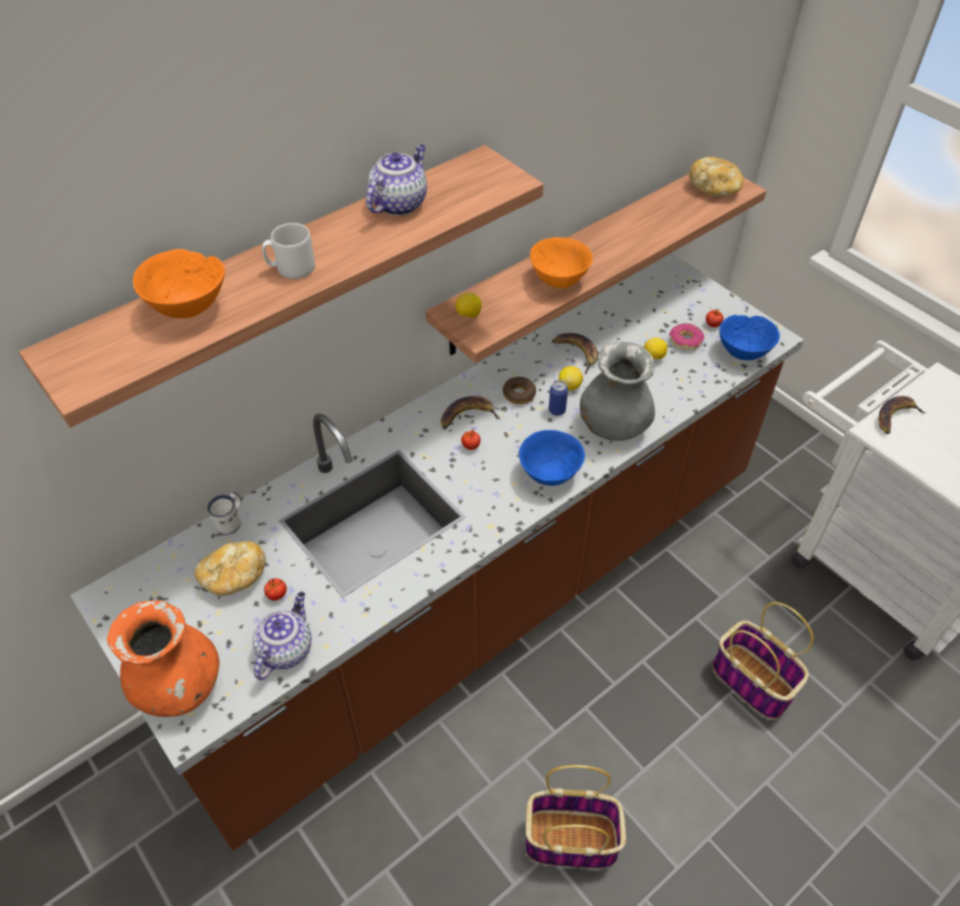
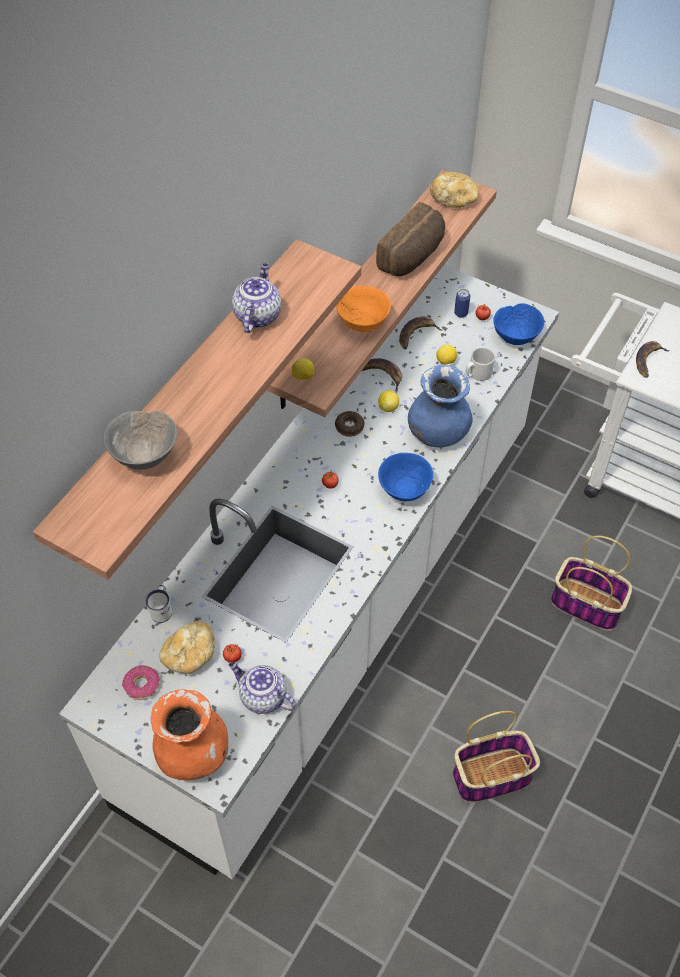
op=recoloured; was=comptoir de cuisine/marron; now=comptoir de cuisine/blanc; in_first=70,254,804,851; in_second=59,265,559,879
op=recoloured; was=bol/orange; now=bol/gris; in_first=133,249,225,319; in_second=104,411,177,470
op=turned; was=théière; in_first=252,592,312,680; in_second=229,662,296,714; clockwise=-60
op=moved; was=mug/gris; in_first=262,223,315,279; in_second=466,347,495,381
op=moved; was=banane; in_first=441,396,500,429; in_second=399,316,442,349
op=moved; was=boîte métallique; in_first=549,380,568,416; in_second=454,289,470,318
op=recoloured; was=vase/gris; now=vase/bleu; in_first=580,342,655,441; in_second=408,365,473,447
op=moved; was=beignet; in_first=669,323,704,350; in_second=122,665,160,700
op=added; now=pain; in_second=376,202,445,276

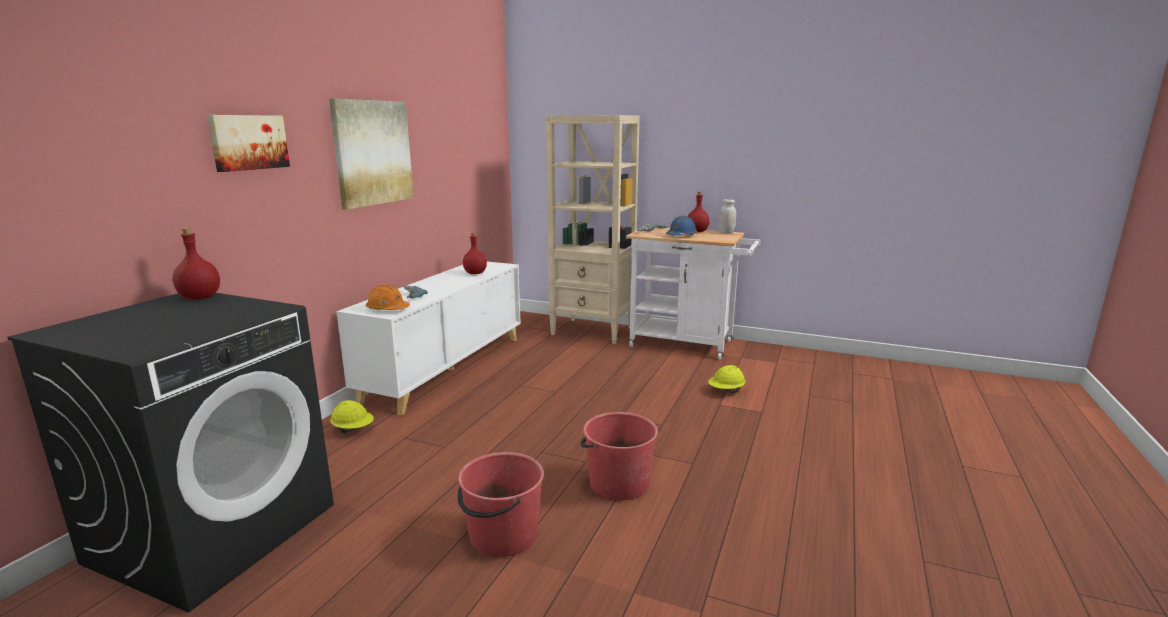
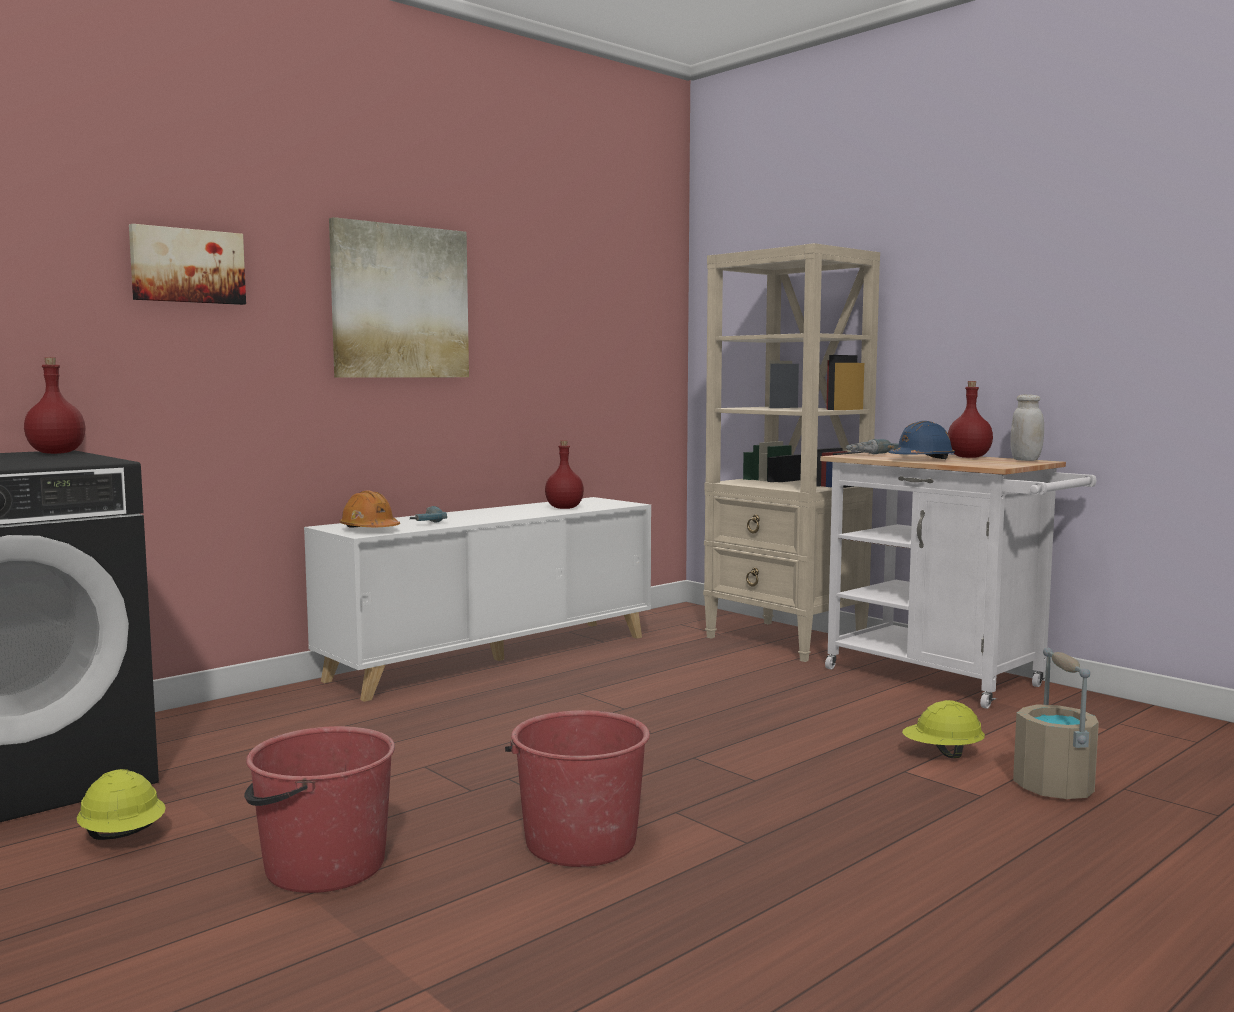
op=moved; was=casque de chantier/jaune; in_first=330,400,374,433; in_second=77,769,166,840
op=added; now=seau/beige; in_second=1013,647,1099,799

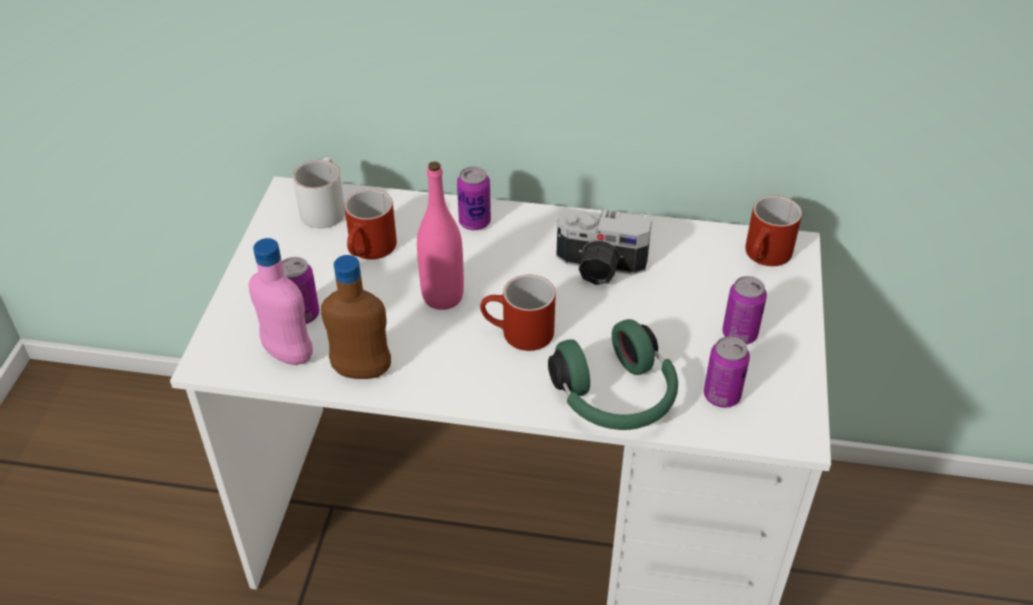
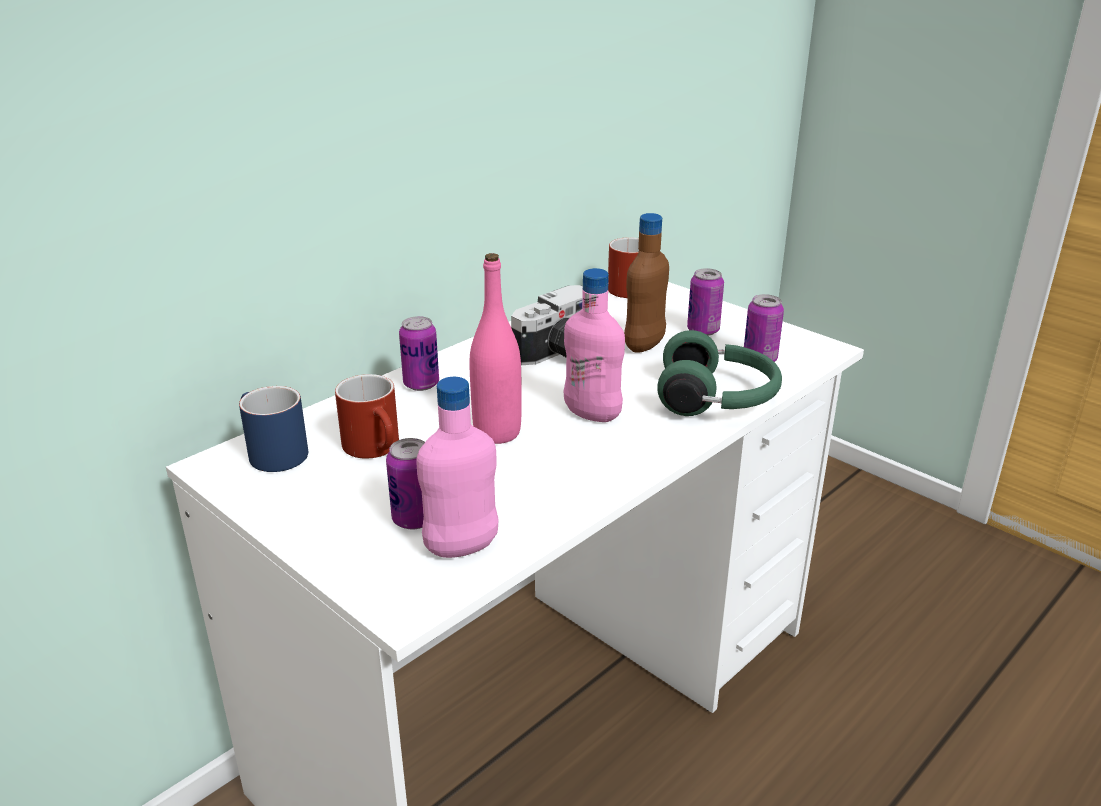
op=recoloured; was=mug/blanc; now=mug/bleu; in_first=293,157,345,228; in_second=239,386,308,472
op=moved; was=bouteille/marron; in_first=321,255,391,379; in_second=624,213,669,353
op=replaced; was=mug/rouge; now=bouteille/rose; in_first=480,275,556,351; in_second=563,268,625,422

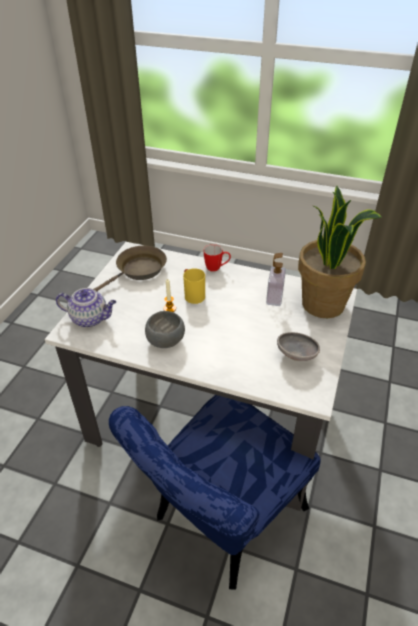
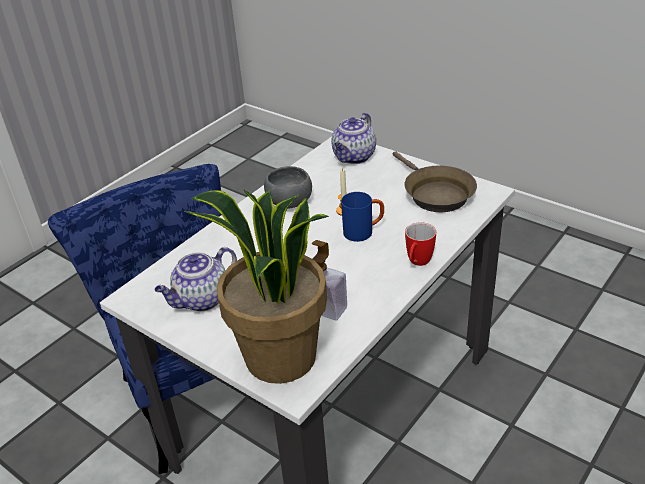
op=recoloured; was=mug/jaune; now=mug/bleu; in_first=183,269,205,304; in_second=341,192,384,242
op=replaced; was=bol/gris; now=théière; in_first=277,332,320,361; in_second=154,247,237,311

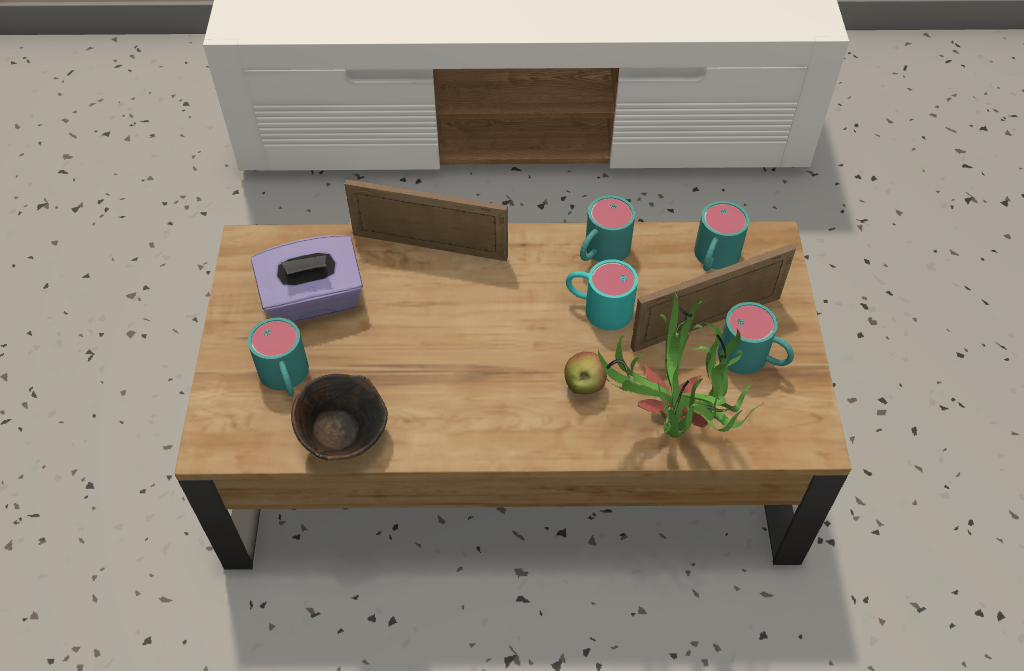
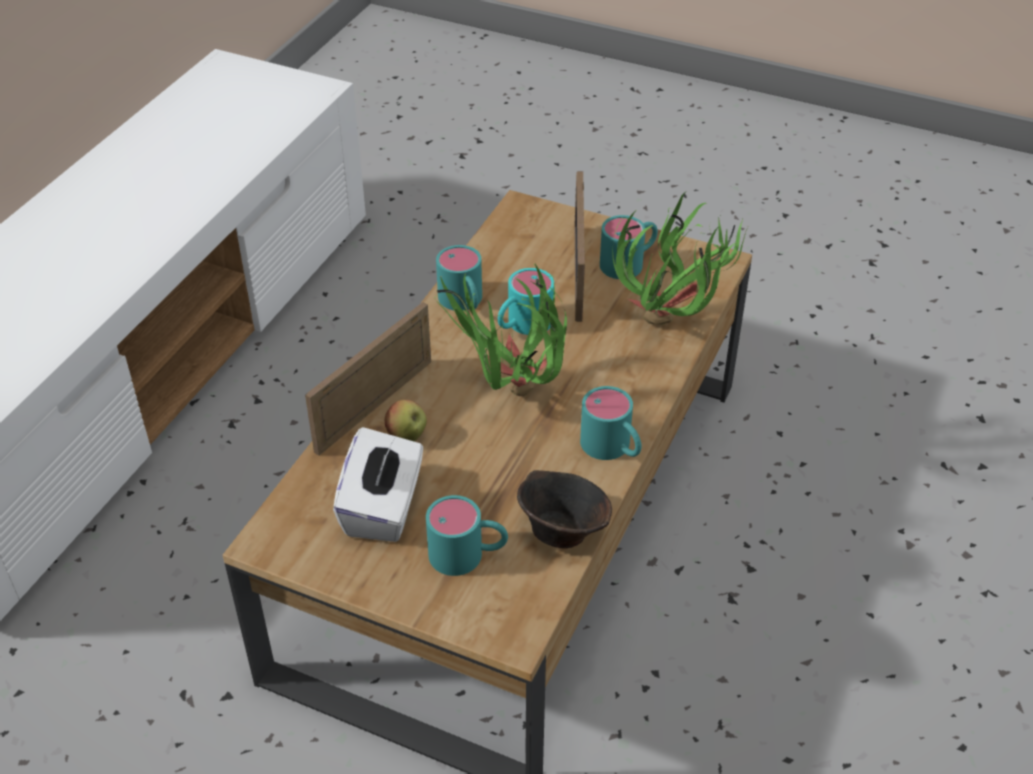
op=recoloured; was=boîte à mouchoirs/violet; now=boîte à mouchoirs/blanc; in_first=251,235,363,323; in_second=333,427,423,542
op=moved; was=pomme; in_first=565,352,607,394; in_second=385,400,427,442
op=moved; was=mug/turquoise; in_first=694,201,749,271; in_second=580,386,641,460
op=added; now=plante en pot; in_second=434,264,567,396

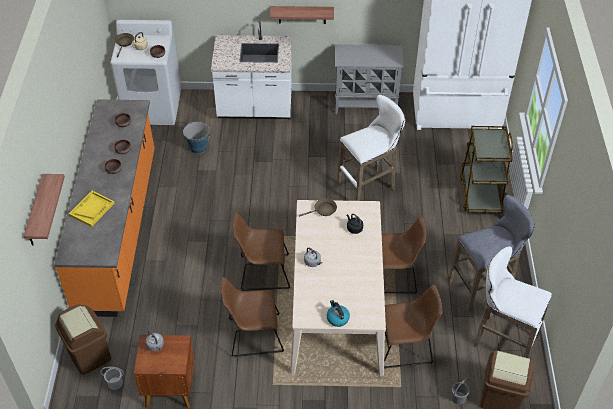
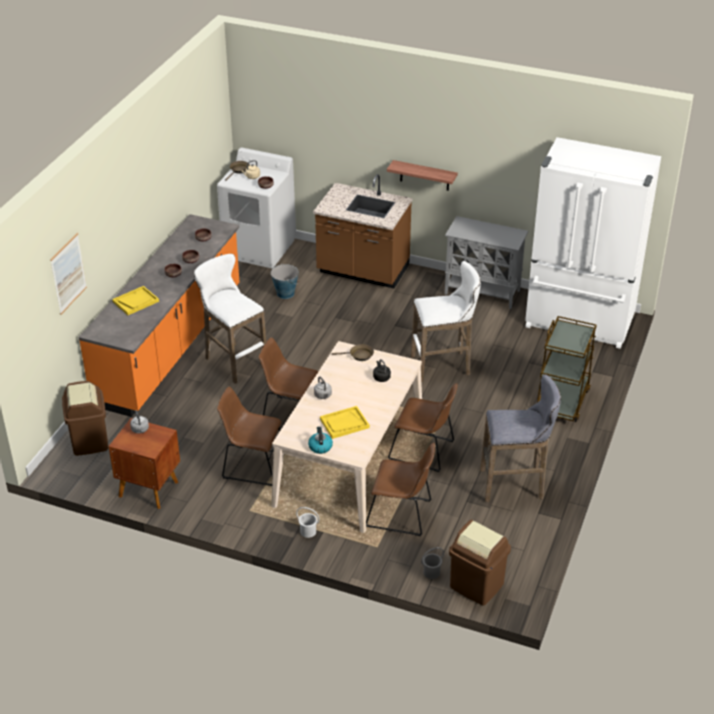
op=replaced; was=étagère; now=tableau; in_first=23,174,65,246; in_second=50,233,87,315
op=moved; was=seau/blanc; in_first=100,367,124,390; in_second=296,507,319,538
op=recoloured; was=comptoir de cuisine/blanc; now=comptoir de cuisine/marron; in_first=211,22,292,119; in_second=313,174,412,288
op=moved; was=tabouret/blanc; in_first=474,246,552,358; in_second=194,254,266,384
op=added; now=plateau/jaune; in_second=320,406,370,439

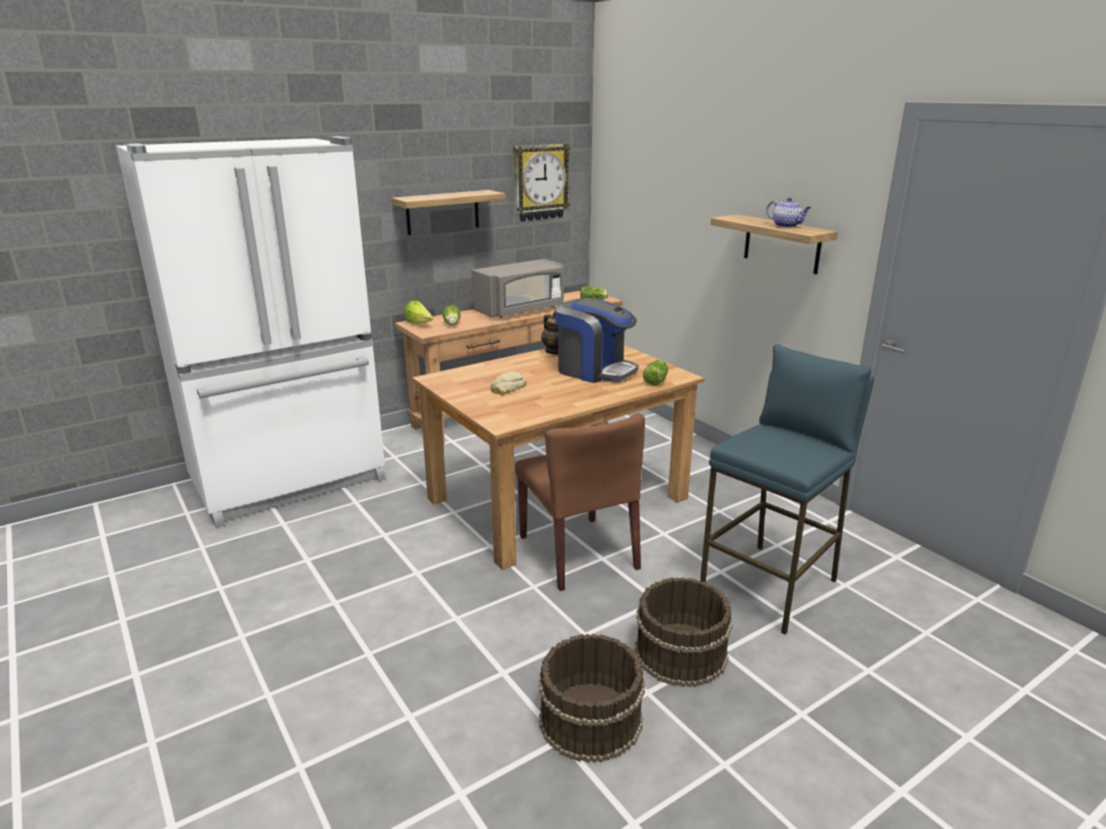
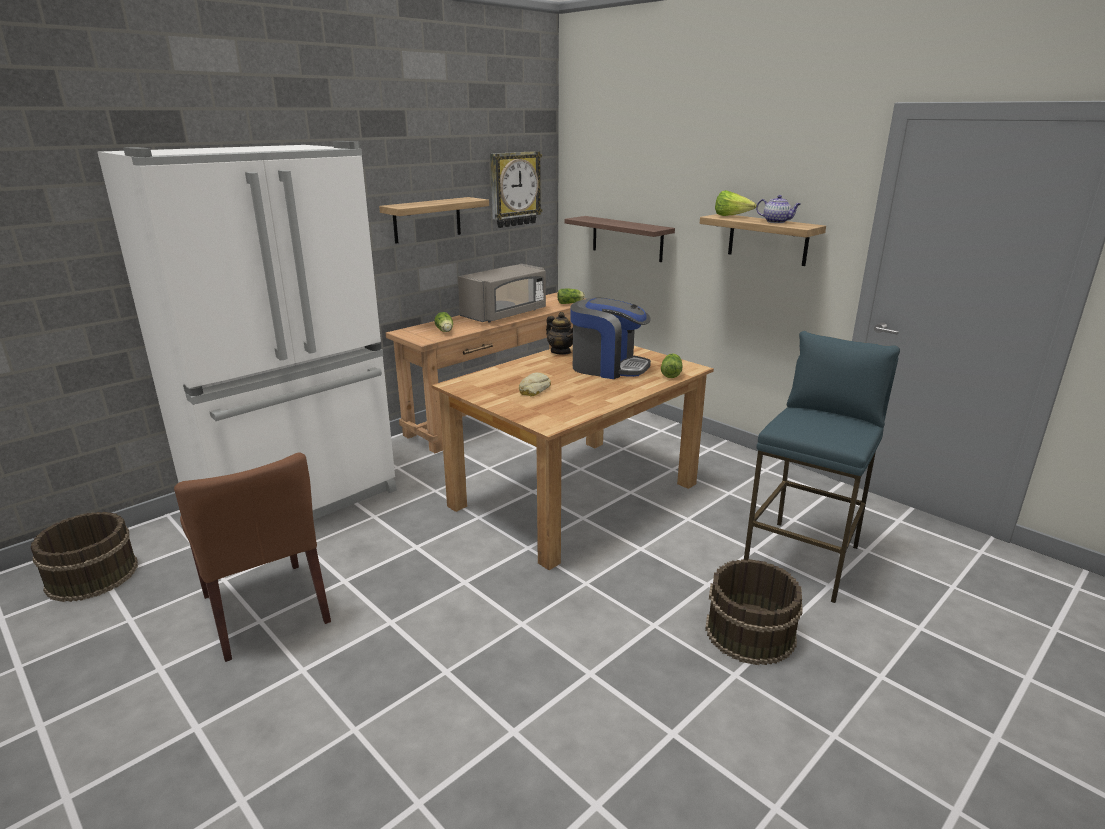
op=moved; was=laitue; in_first=405,301,434,324; in_second=715,190,757,216
op=moved; was=chaise/marron; in_first=515,413,645,591; in_second=174,453,331,662
op=moved; was=seau/marron; in_first=539,634,645,763; in_second=30,512,138,602
op=added; now=étagère; in_second=565,216,675,262

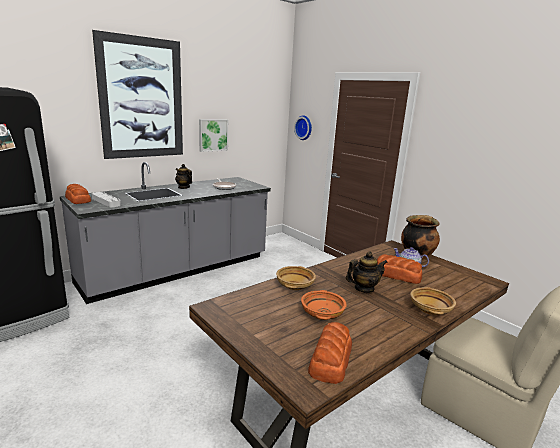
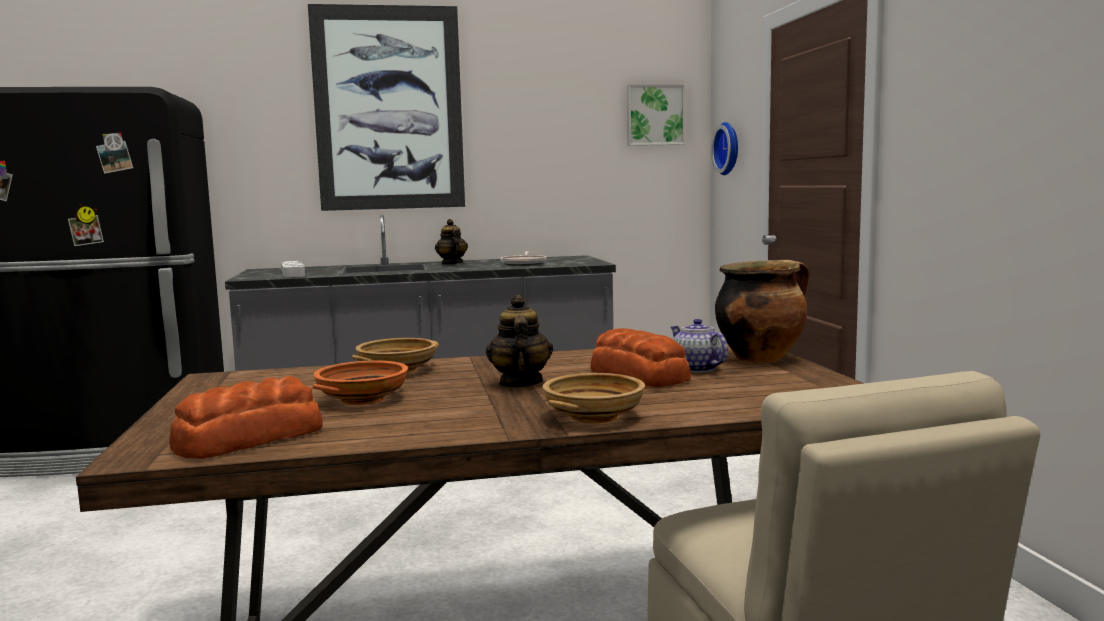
op=removed; was=pain; in_first=65,184,91,204
op=moved; was=tableau; in_first=199,119,228,152; in_second=627,85,685,146
op=turned; was=théière; in_first=346,252,387,293; in_second=486,295,553,388; clockwise=-105

